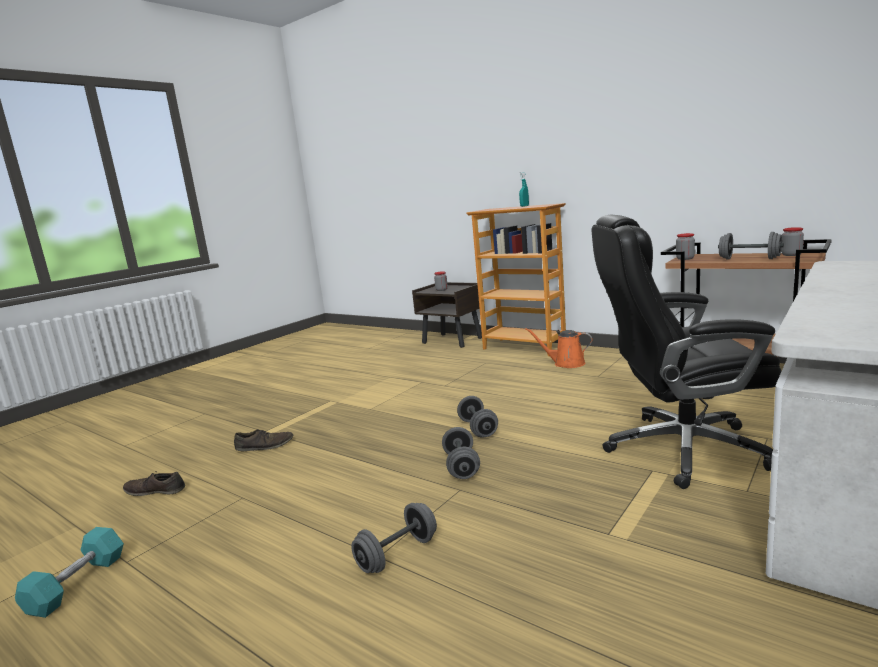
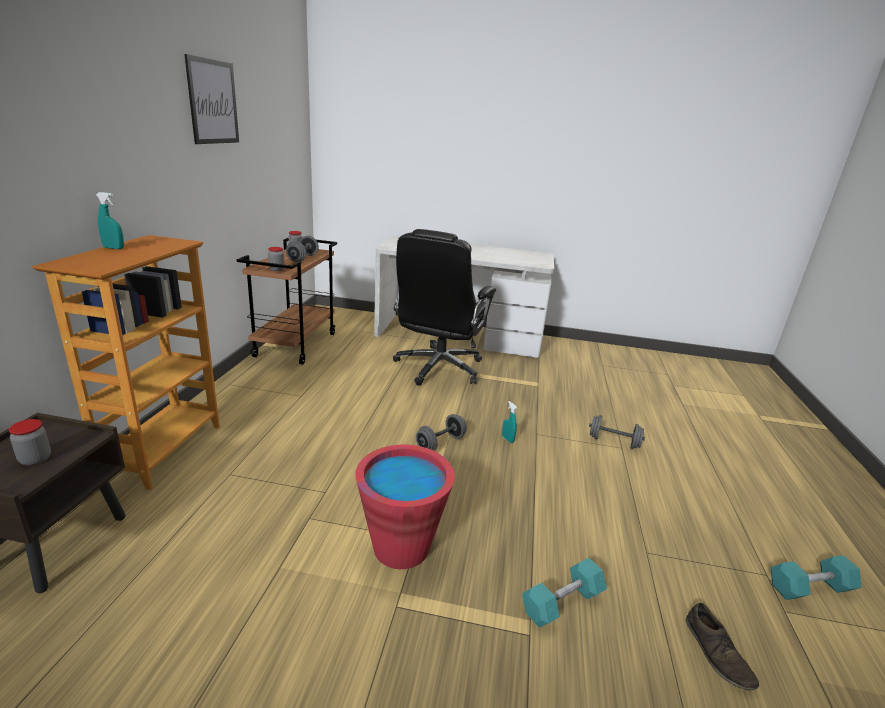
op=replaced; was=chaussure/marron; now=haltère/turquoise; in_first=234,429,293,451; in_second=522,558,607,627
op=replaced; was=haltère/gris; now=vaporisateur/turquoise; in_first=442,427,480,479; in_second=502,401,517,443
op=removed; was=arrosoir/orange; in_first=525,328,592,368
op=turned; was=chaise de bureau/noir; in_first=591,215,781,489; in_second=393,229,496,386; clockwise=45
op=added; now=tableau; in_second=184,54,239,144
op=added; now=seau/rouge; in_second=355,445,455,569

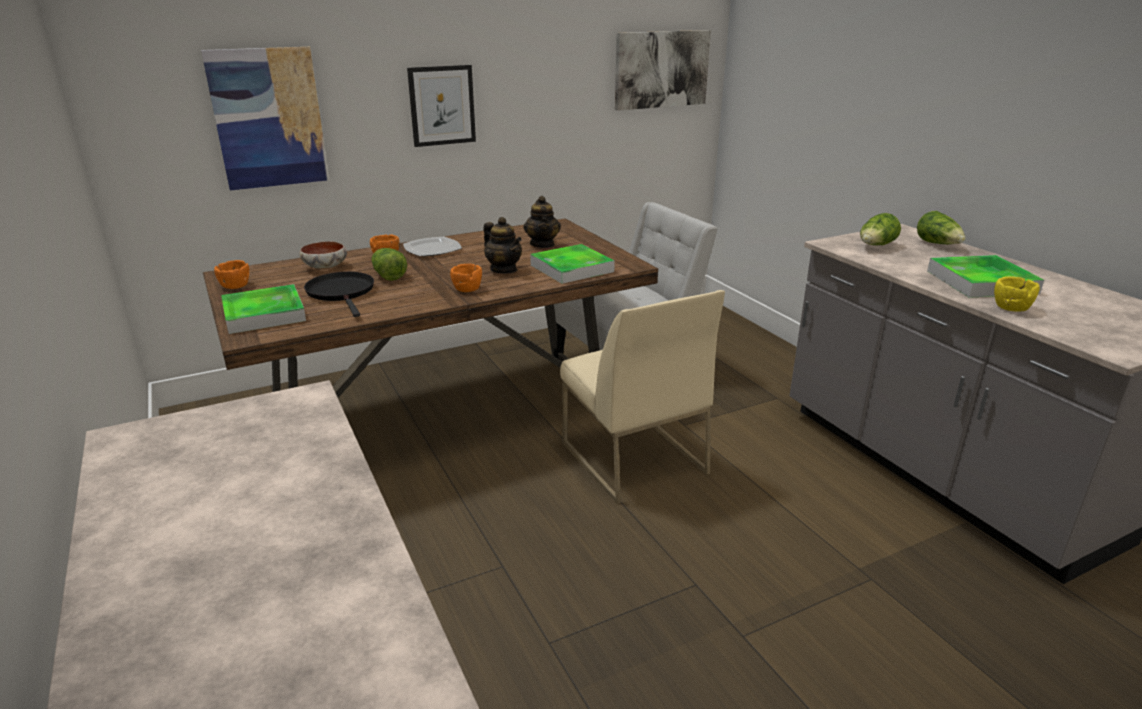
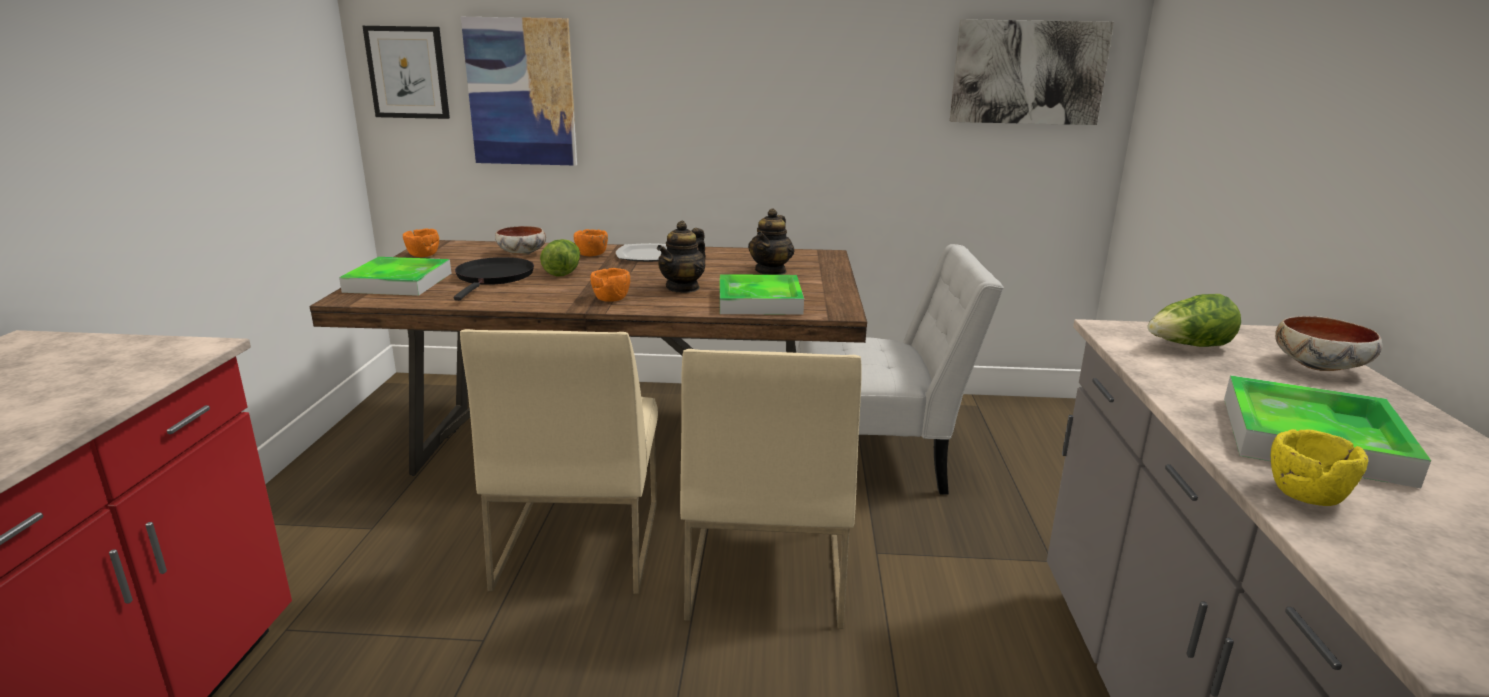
op=moved; was=tableau; in_first=407,65,476,147; in_second=362,26,450,119
op=turned; was=théière; in_first=483,217,522,273; in_second=657,221,706,293; clockwise=45
op=replaced; was=laitue; now=bol; in_first=917,211,966,244; in_second=1275,316,1382,371
op=added; now=chaise/beige; in_second=460,329,658,594

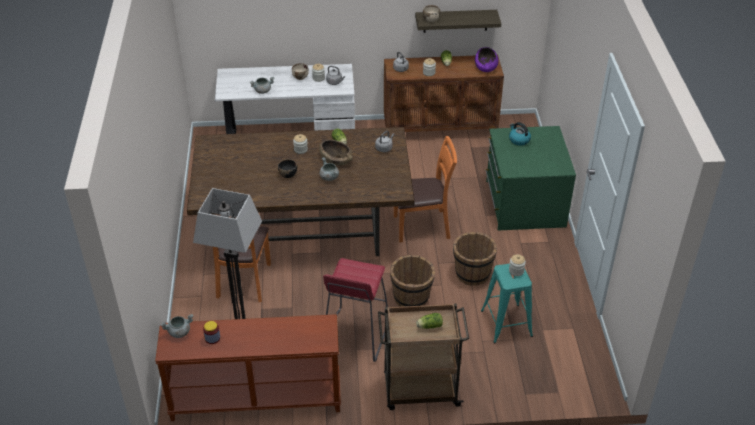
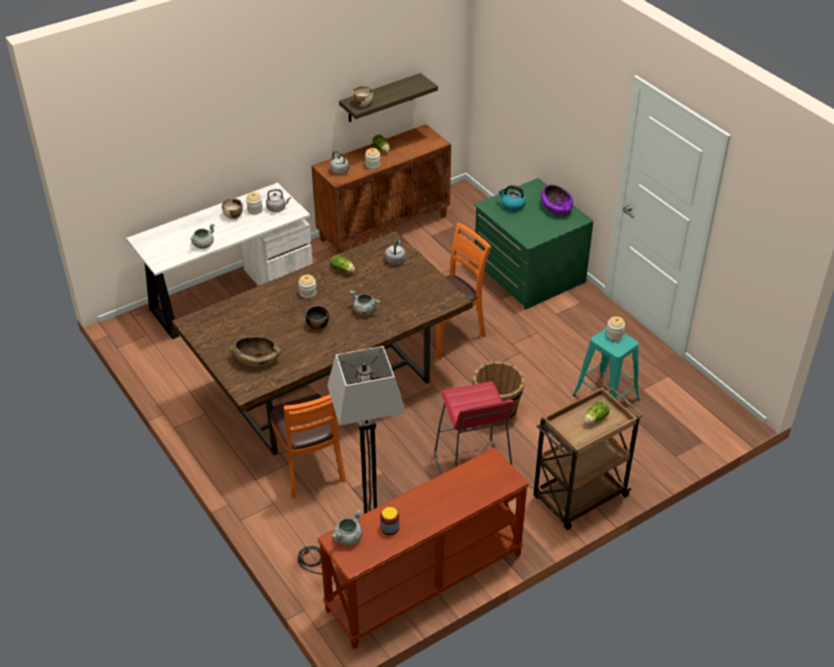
op=moved; was=bol/marron; in_first=319,140,353,165; in_second=230,336,281,367
op=removed; was=seau/marron; in_first=453,232,497,286
op=moved; was=bol/violet; in_first=475,47,499,72; in_second=541,185,573,215

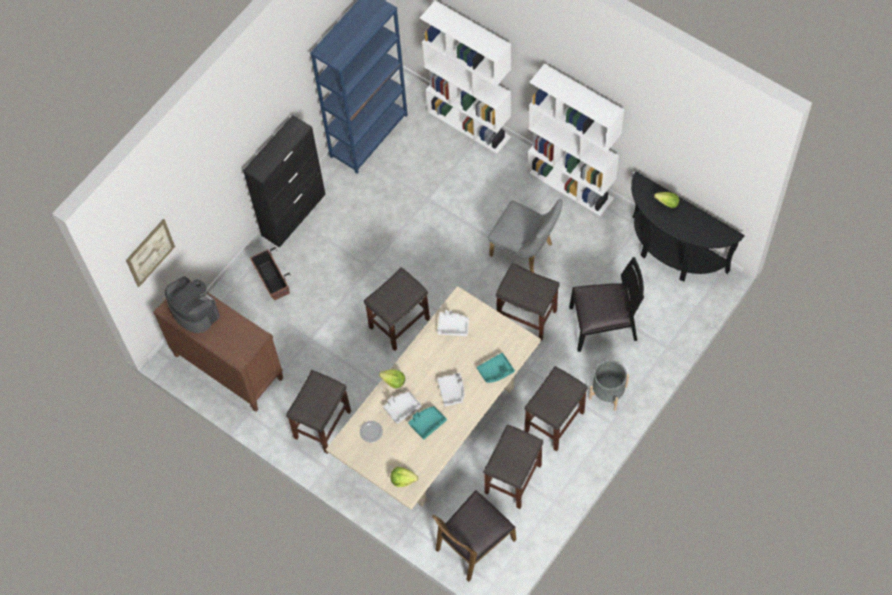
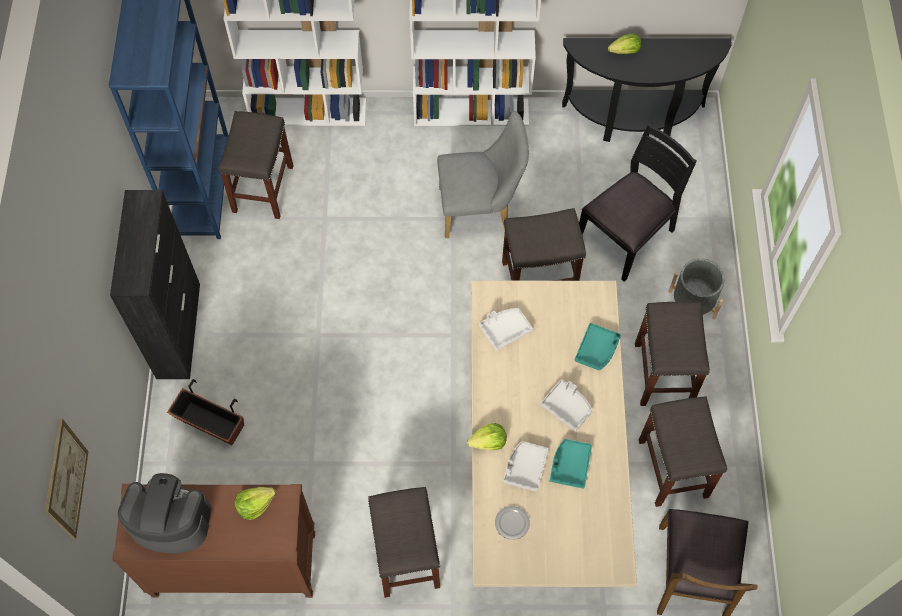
op=moved; was=tabouret/gris; in_first=364,267,430,351; in_second=218,111,293,219
op=moved; was=laitue; in_first=391,467,418,487; in_second=235,487,276,520

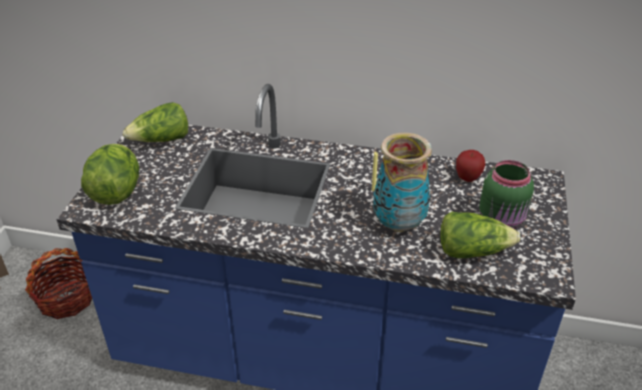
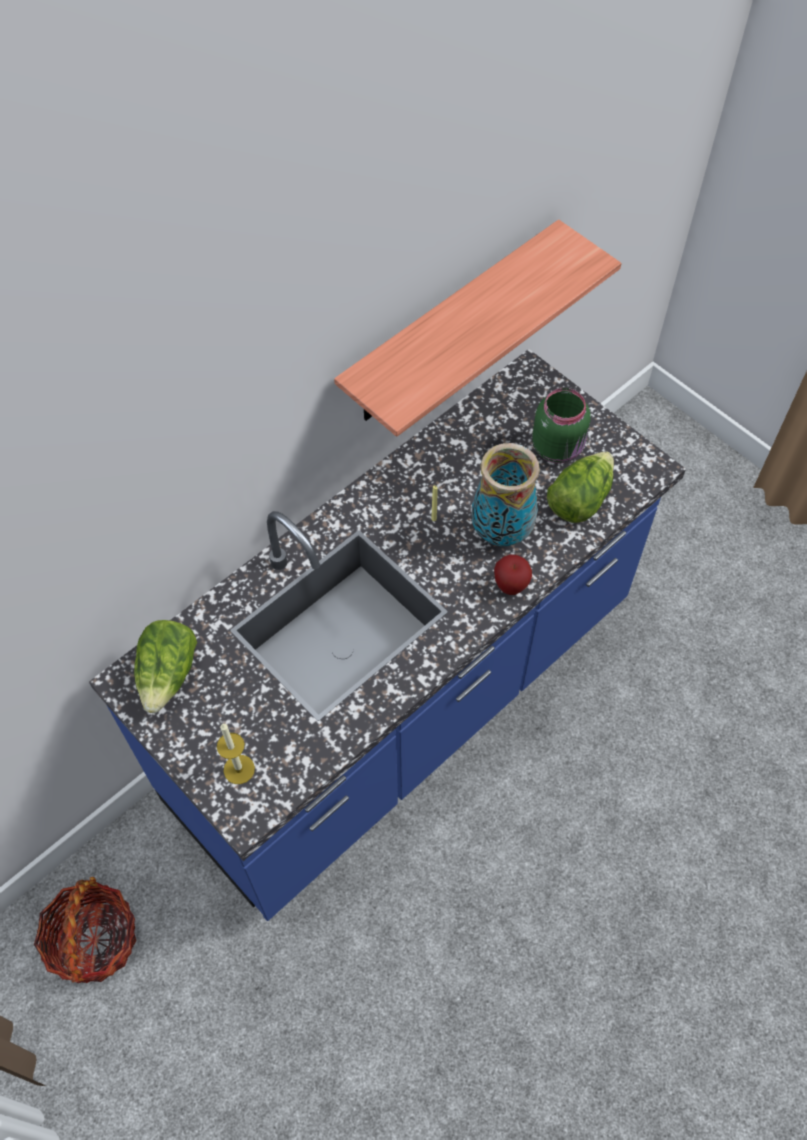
op=replaced; was=laitue; now=bougie; in_first=81,144,139,205; in_second=217,724,255,784
op=moved; was=pomme; in_first=456,150,485,182; in_second=494,554,532,595
op=added; now=étagère; in_second=334,219,621,437

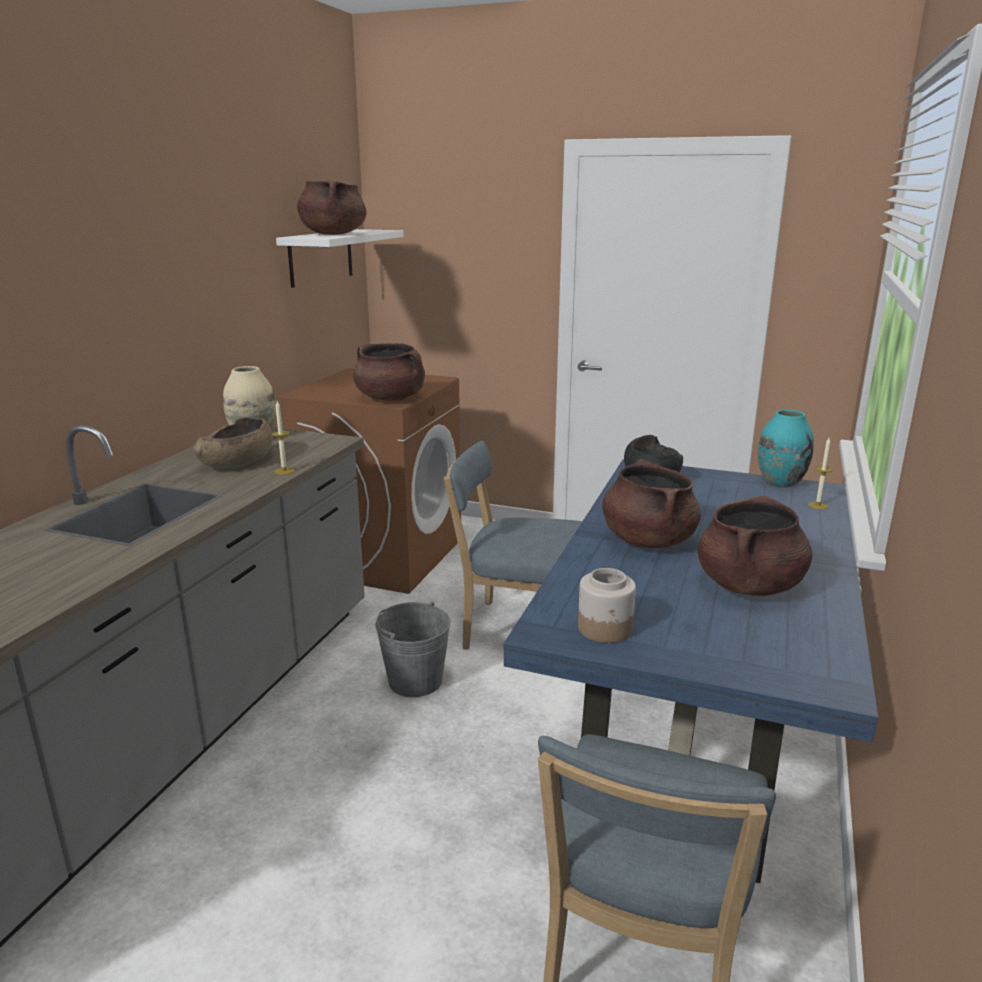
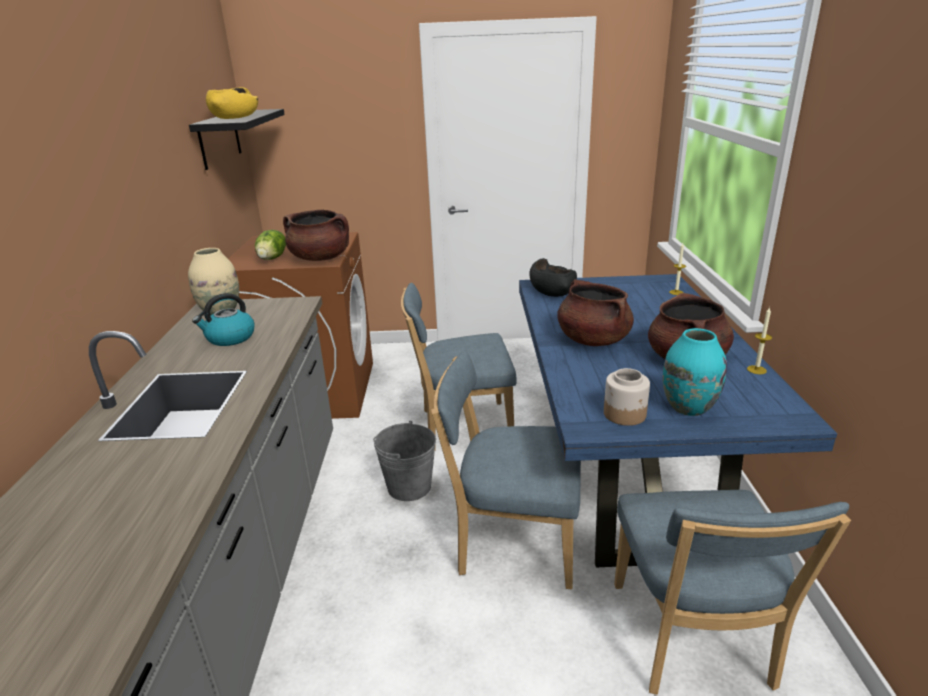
op=replaced; was=bol/marron; now=bouilloire; in_first=194,417,273,468; in_second=192,293,255,346
op=moved; was=bougie; in_first=272,401,294,475; in_second=747,307,772,374
op=recoloured; was=étagère/blanc; now=étagère/noir; in_first=276,229,404,288; in_second=189,109,285,170
op=replaced; was=marmite/marron; now=bol/jaune; in_first=297,180,367,235; in_second=206,87,258,119
op=moved; was=vase/turquoise; in_first=758,410,814,487; in_second=663,328,727,416
op=added; now=laitue; in_second=255,230,286,260
op=added; now=chaise/bleu; in_second=431,351,581,590

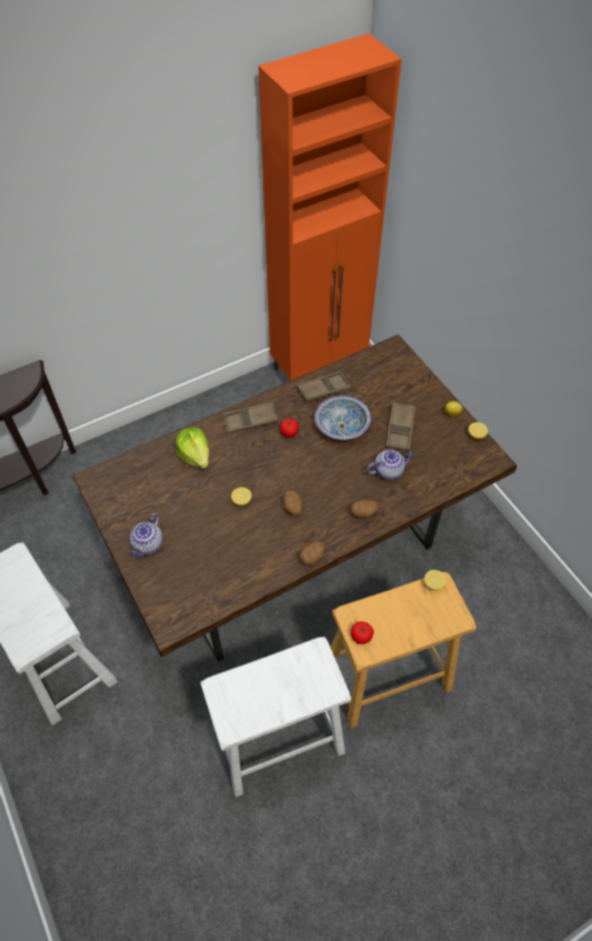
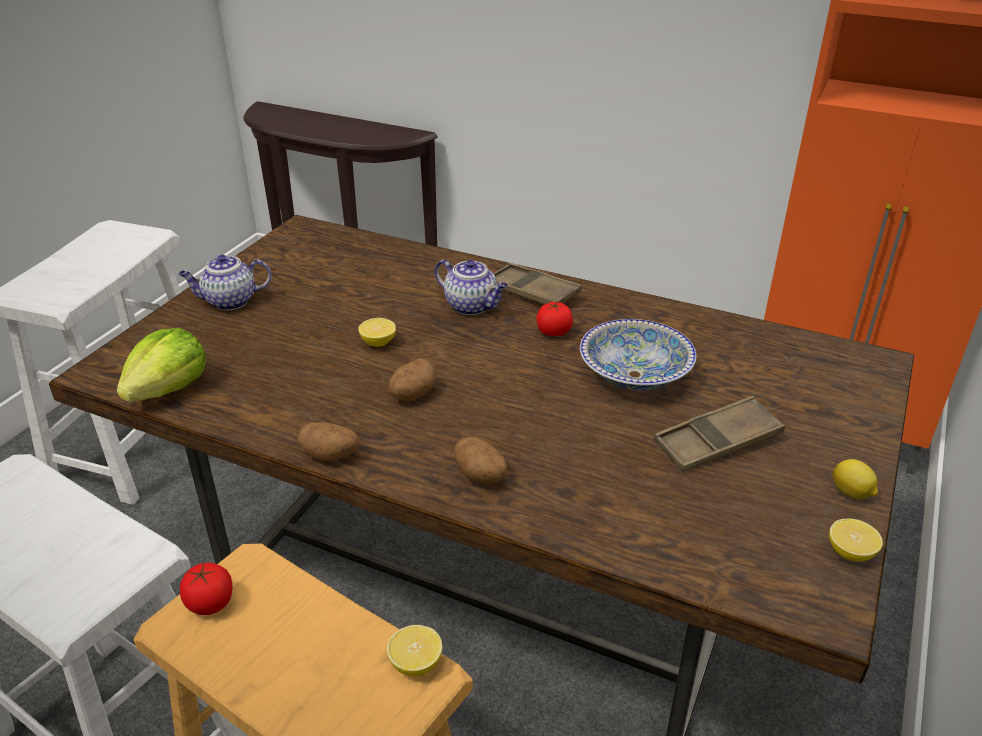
op=moved; was=laitue; in_first=175,427,209,469; in_second=117,328,206,402
op=removed; was=plateau/marron; in_first=297,372,351,402
op=moved; was=théière; in_first=367,450,414,480; in_second=435,259,508,315

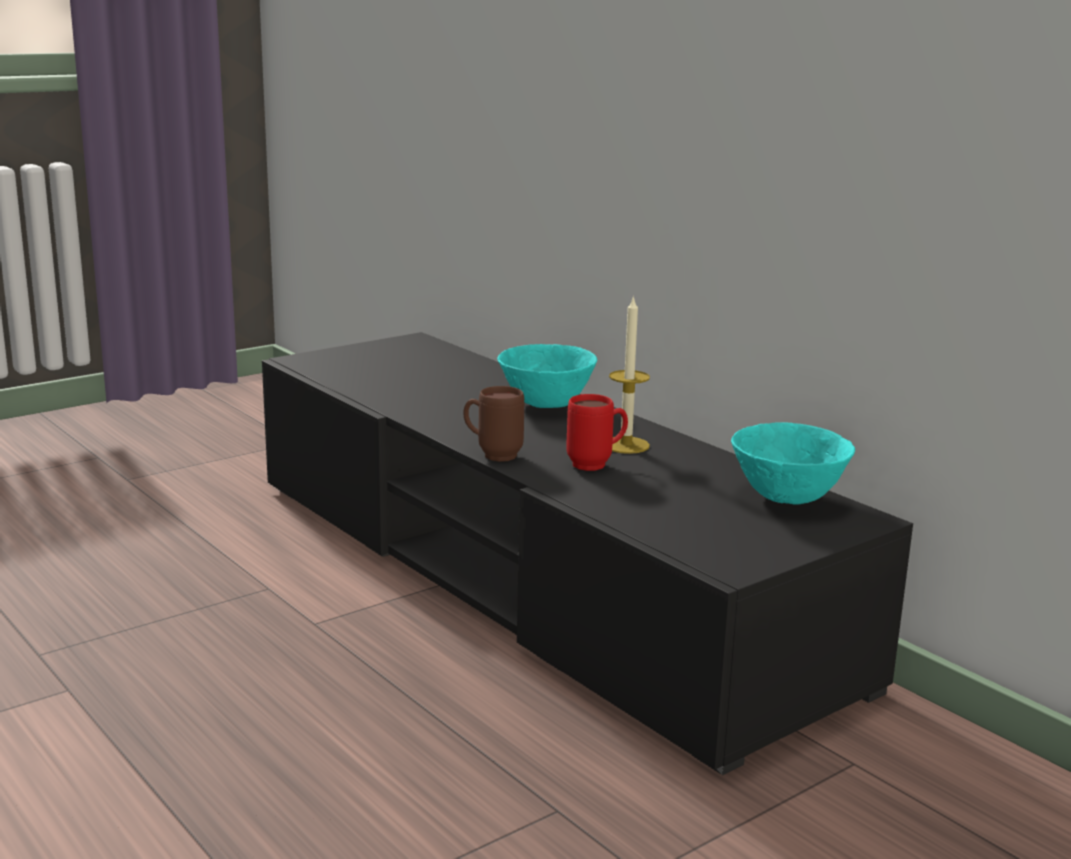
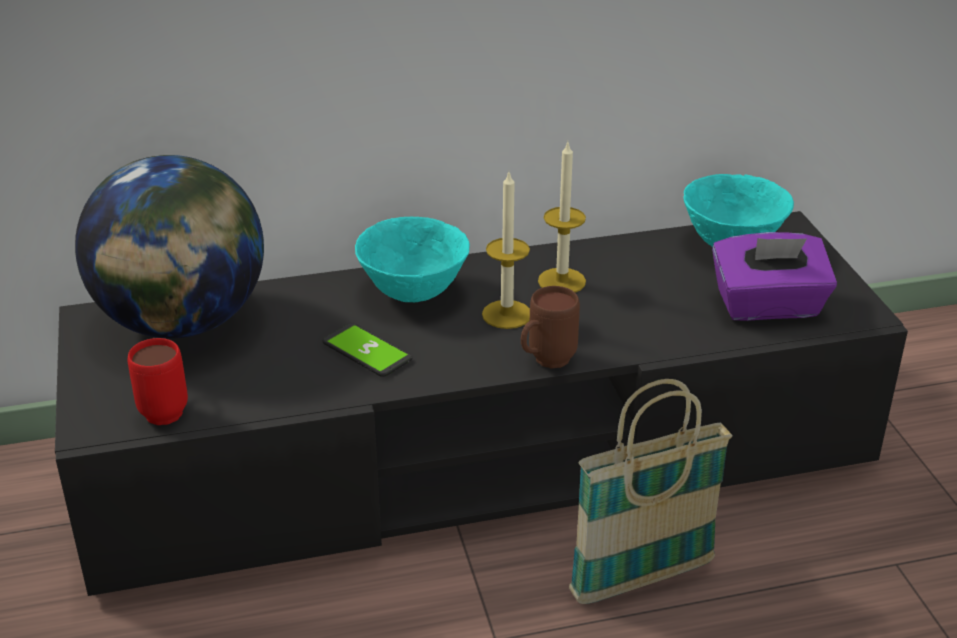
op=moved; was=mug/rouge; in_first=566,394,628,471; in_second=128,338,188,425
op=added; now=globe; in_second=75,155,264,339
op=added; now=téléphone; in_second=322,323,412,377
op=added; now=bougie; in_second=482,172,530,329
op=added; now=panier; in_second=569,379,733,604
op=added; now=boîte à mouchoirs/violet; in_second=712,232,837,321

